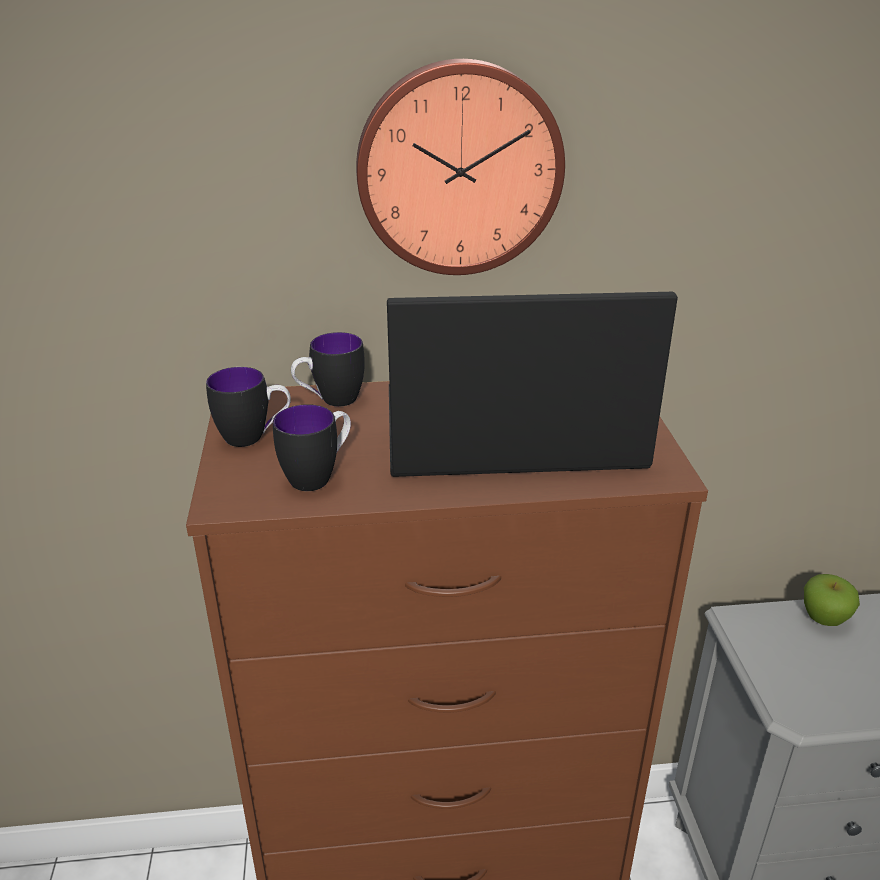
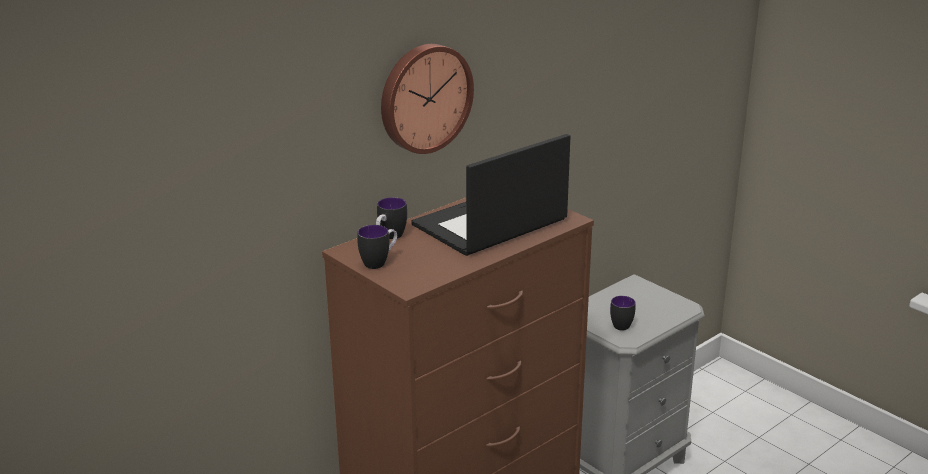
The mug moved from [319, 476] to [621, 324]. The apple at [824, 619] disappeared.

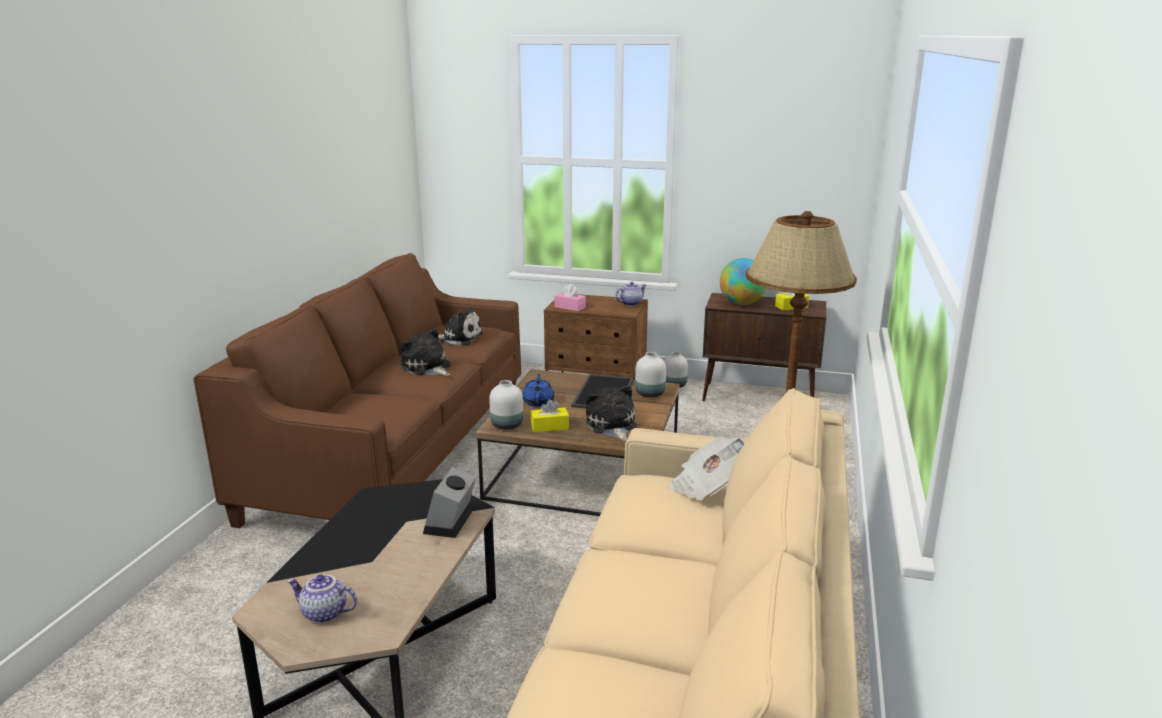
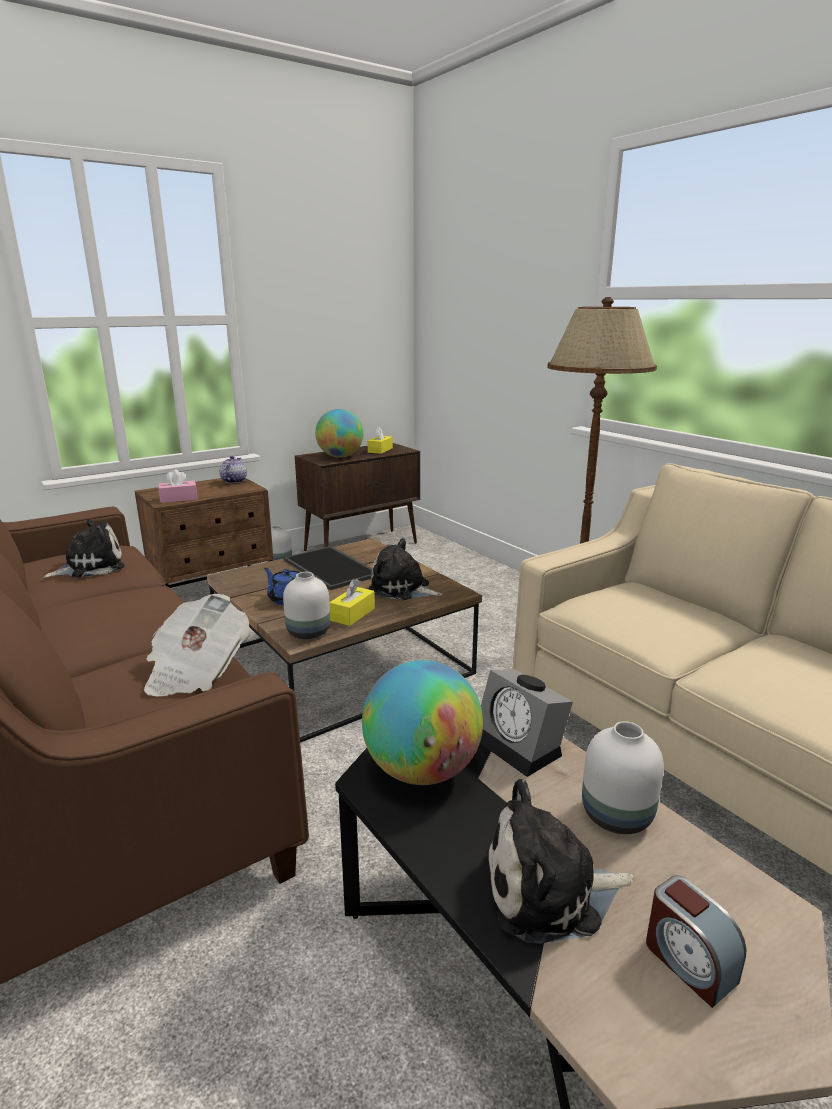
The newspaper moved from [708, 486] to [196, 671]. The globe at [422, 770] appeared. The plush toy moved from [427, 367] to [549, 890]. The vase (white) moved from [649, 394] to [615, 816]. The teapot at [323, 614] was replaced by the alarm clock at [688, 962].

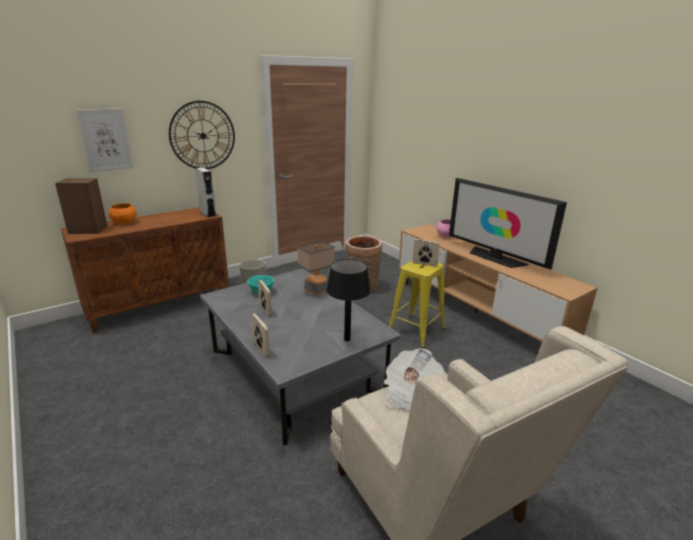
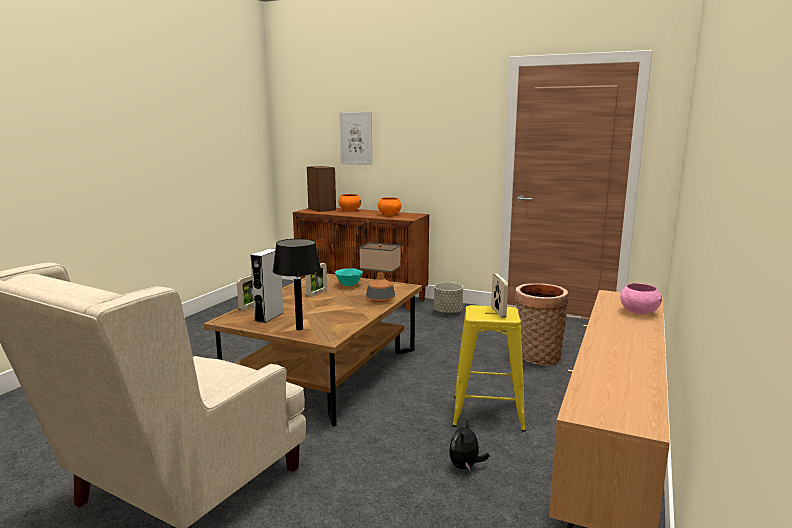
The coffee table (grey) at [295, 371] became the coffee table (brown) at [326, 372]. The speaker (grey) moved from [207, 214] to [269, 317]. The bowl (orange) at [389, 215] appeared. The plush toy at [465, 467] appeared. The wall clock at [203, 136] disappeared. The newspaper at [409, 393] disappeared. The television at [495, 258] disappeared.

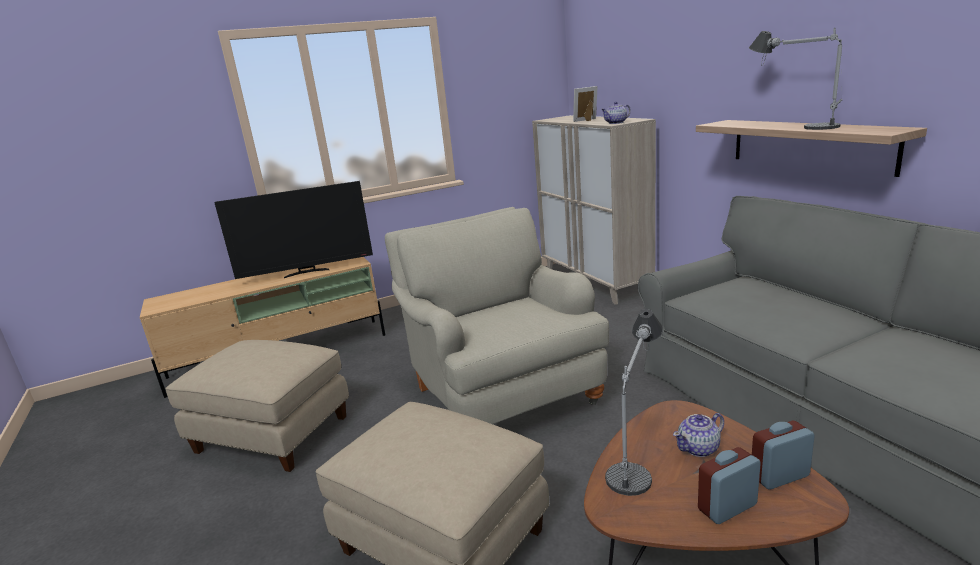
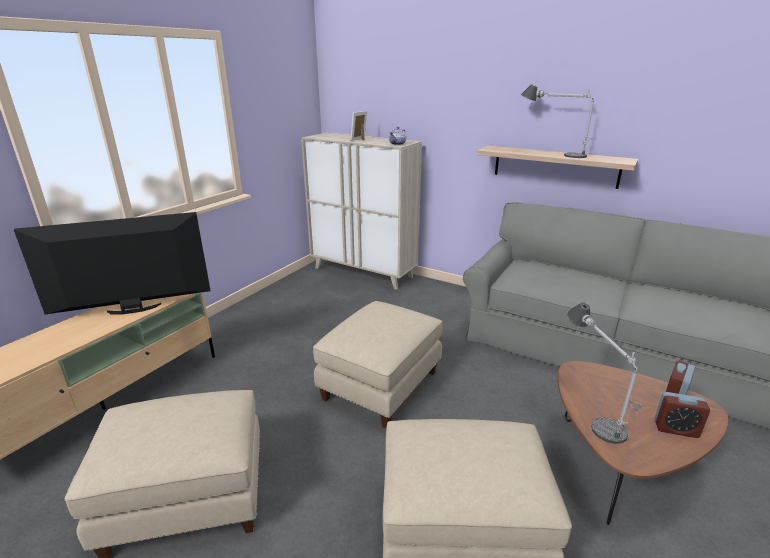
The television at [307, 272] turned 150 degrees counterclockwise. The armchair (beige) at [501, 392] was replaced by the ottoman (beige) at [380, 384]. The alarm clock at [727, 507] turned 105 degrees counterclockwise. The teapot at [699, 448] disappeared.

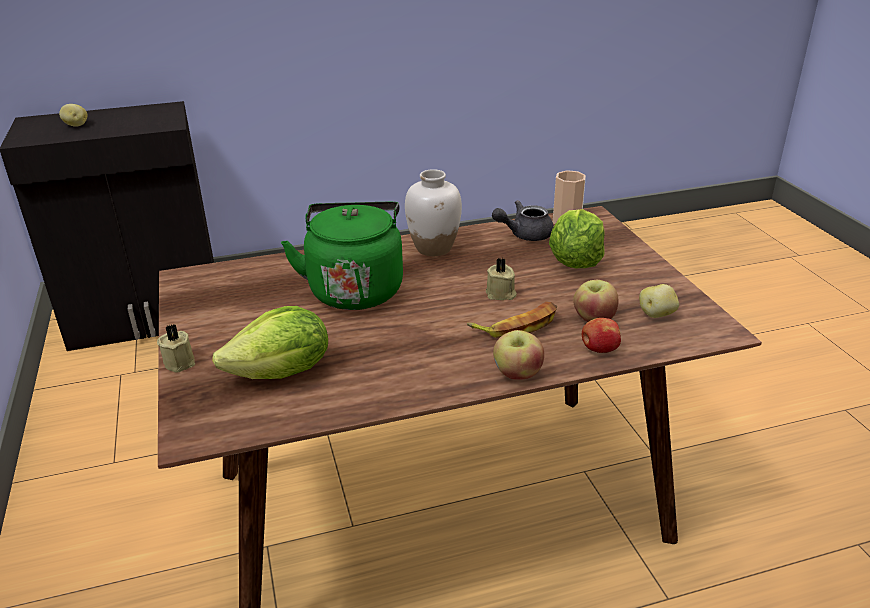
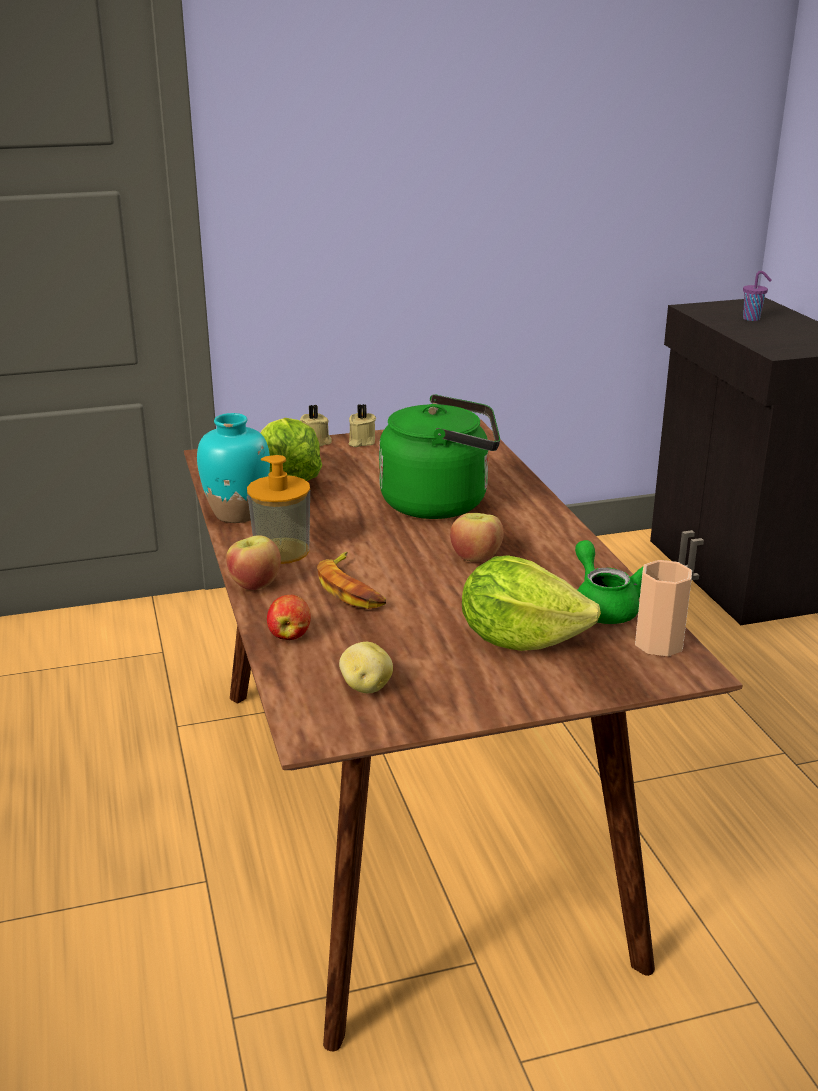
The vase (turquoise) at [238, 514] appeared. The soap dispenser at [282, 551] appeared. The candle (beige) moved from [501, 294] to [361, 442]. The apple moved from [593, 319] to [476, 557]. The teapot (grey) at [524, 234] became the teapot (green) at [602, 606]. The potato at [76, 125] was replaced by the cup (purple) at [752, 319]. The vase (white) at [434, 248] disappeared.

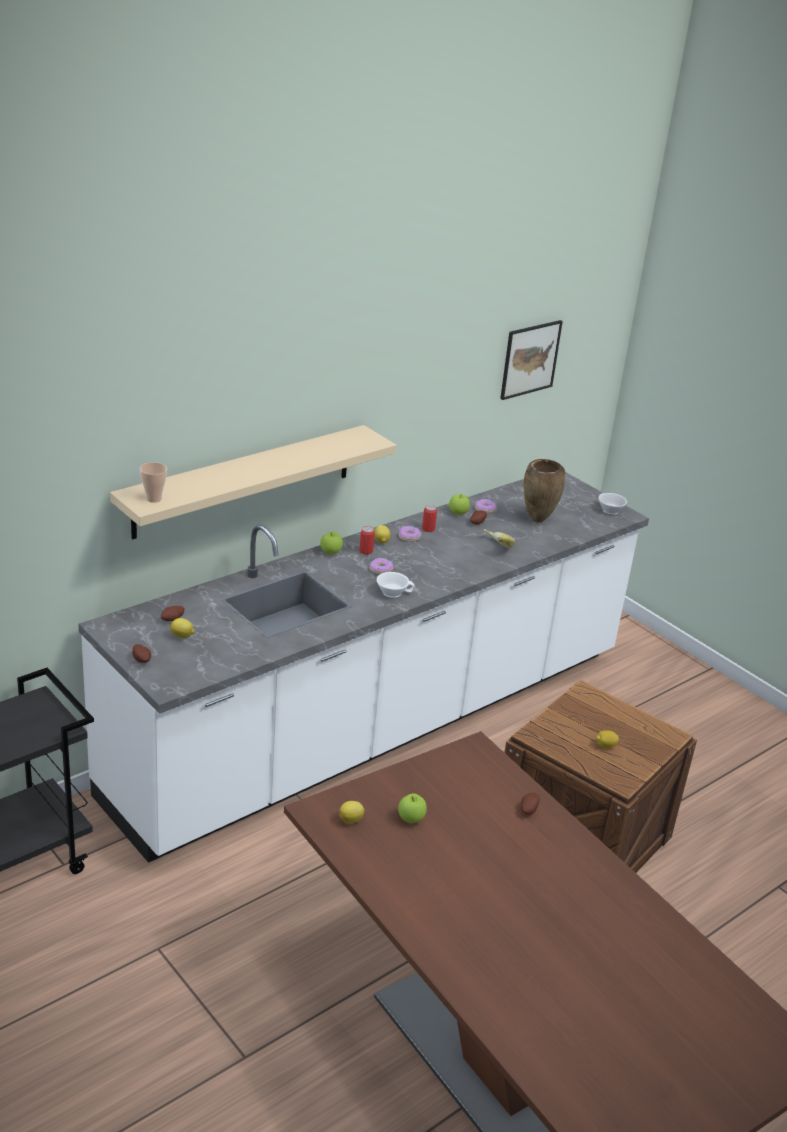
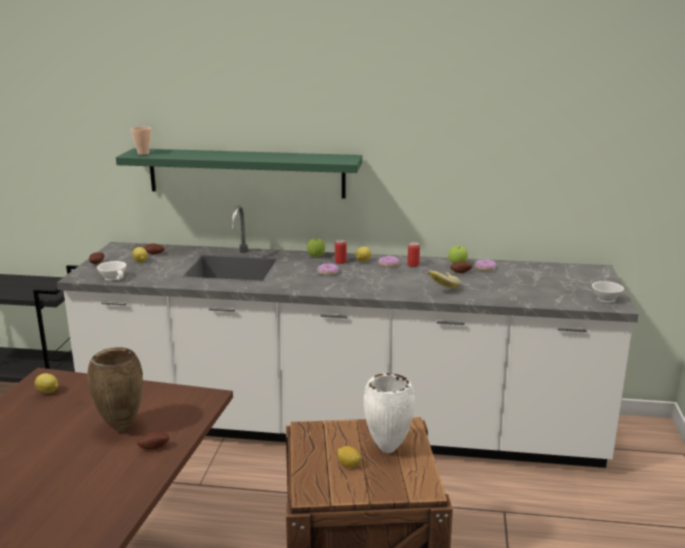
The vase (brown) moved from [537, 520] to [120, 428]. The cup (white) moved from [393, 591] to [114, 277]. The shelf (beige) at [244, 481] became the shelf (green) at [246, 173]. The vase (white) at [387, 450] appeared. The apple at [411, 819] disappeared. The picture at [530, 359] disappeared.

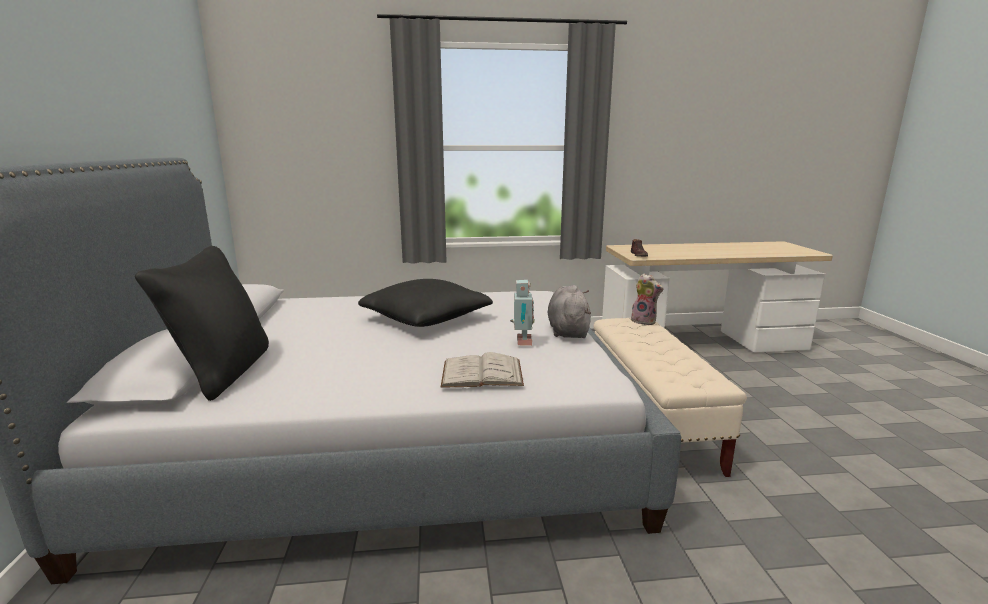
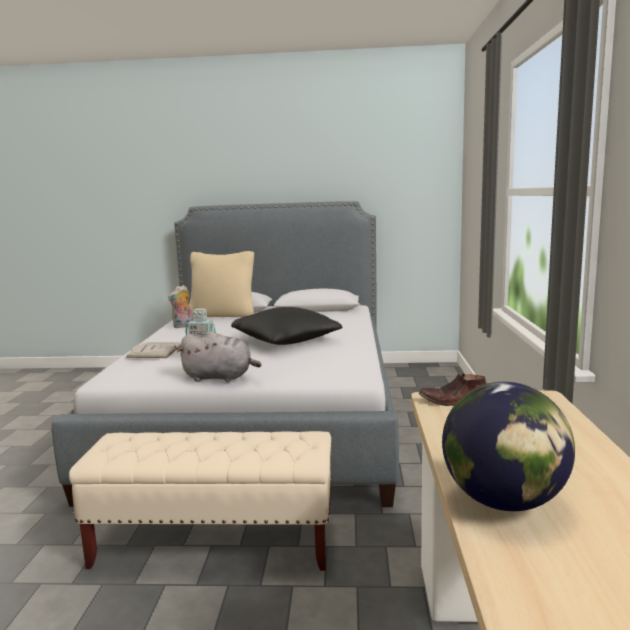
The plush toy moved from [644, 321] to [183, 326]. The pillow (black) at [223, 372] became the pillow (beige) at [223, 315]. The globe at [504, 502] appeared.

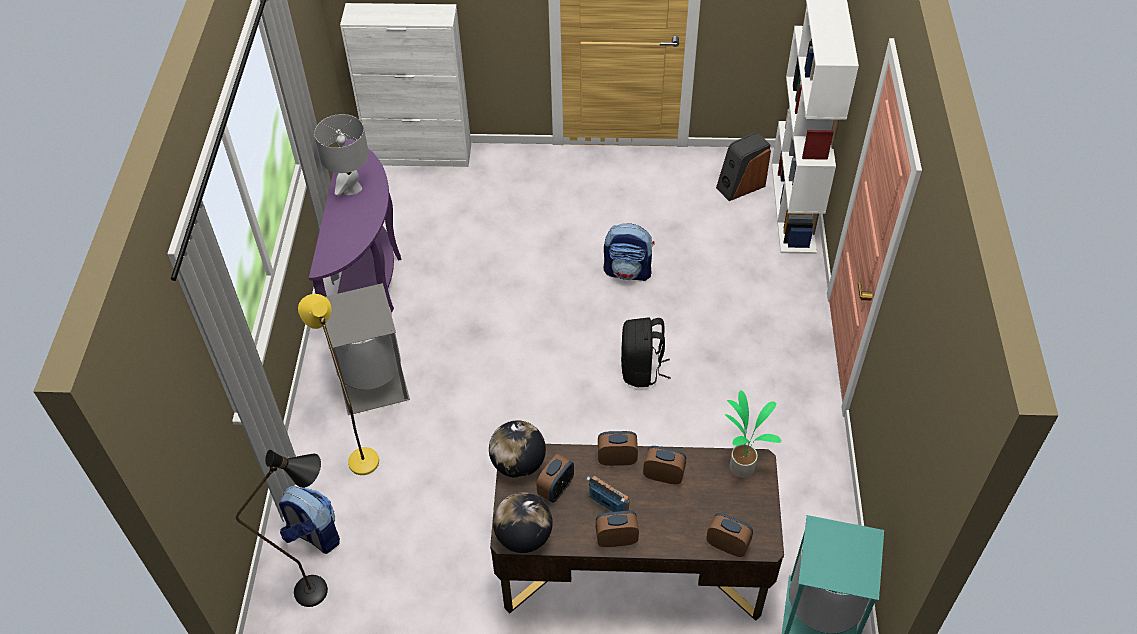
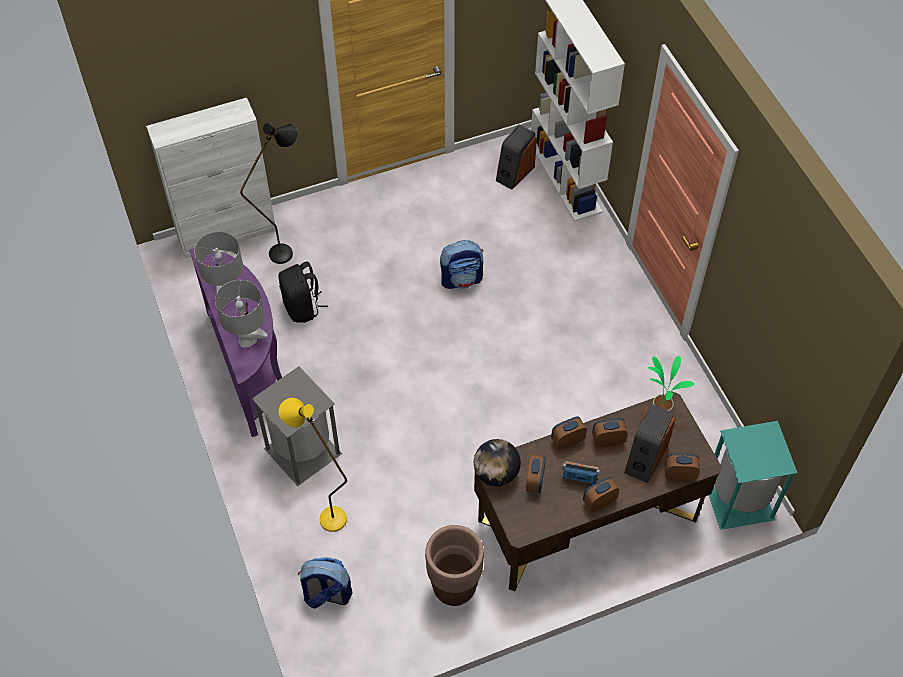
The table lamp (grey) at [247, 340] appeared. The floor lamp (black) moved from [324, 589] to [288, 250]. The backpack (black) moved from [641, 370] to [302, 307]. The planter (brown) at [454, 588] appeared. The speaker at [645, 458] appeared. The globe at [524, 536] disappeared.

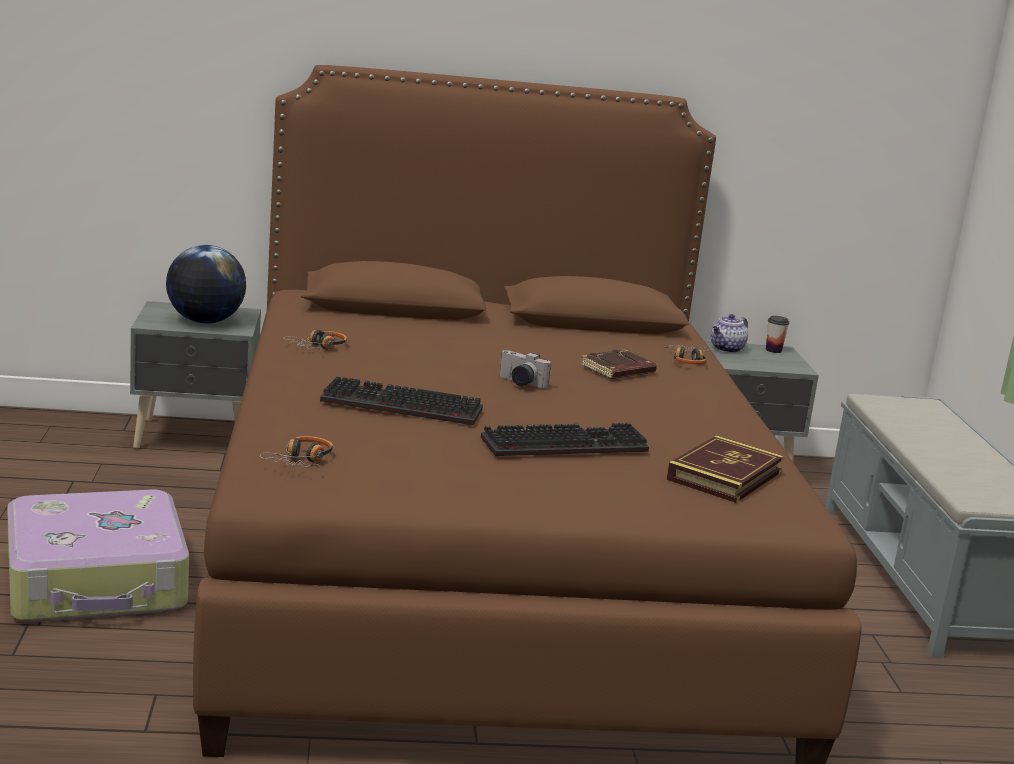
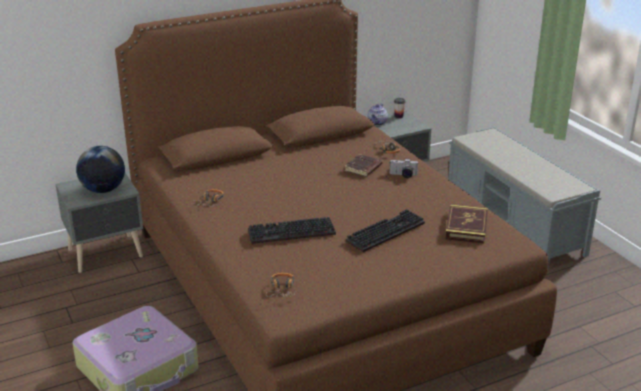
The photo camera moved from [519, 383] to [403, 175].

